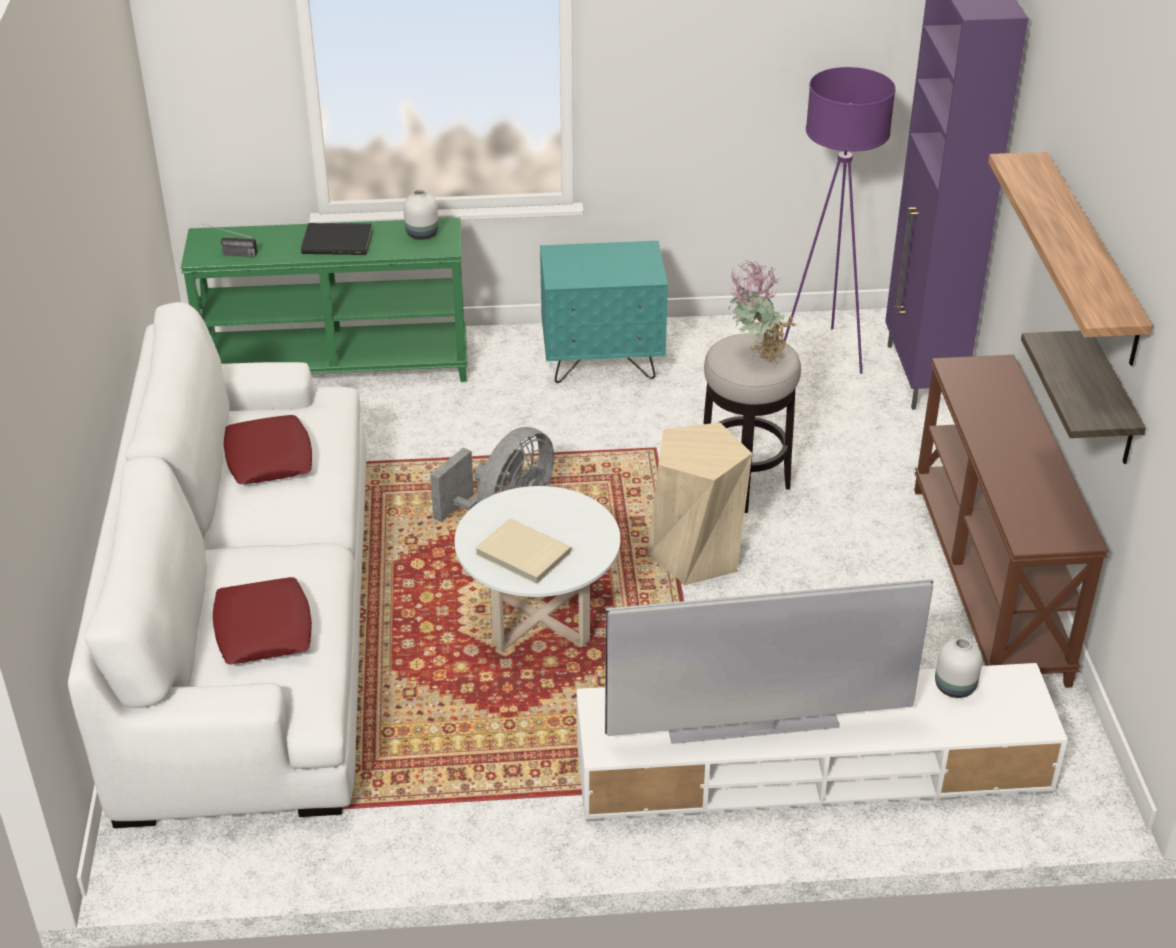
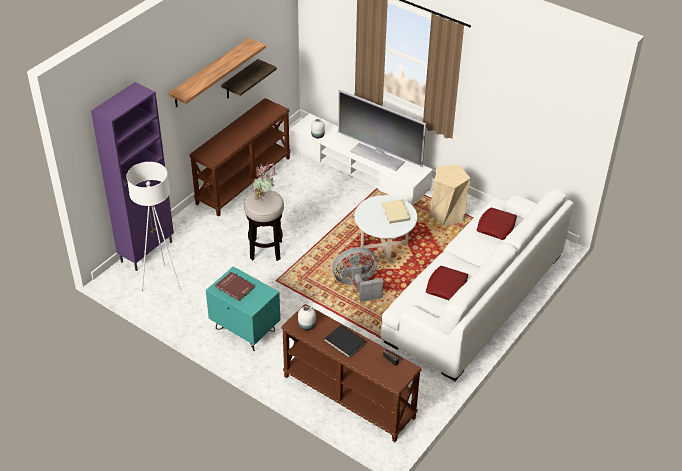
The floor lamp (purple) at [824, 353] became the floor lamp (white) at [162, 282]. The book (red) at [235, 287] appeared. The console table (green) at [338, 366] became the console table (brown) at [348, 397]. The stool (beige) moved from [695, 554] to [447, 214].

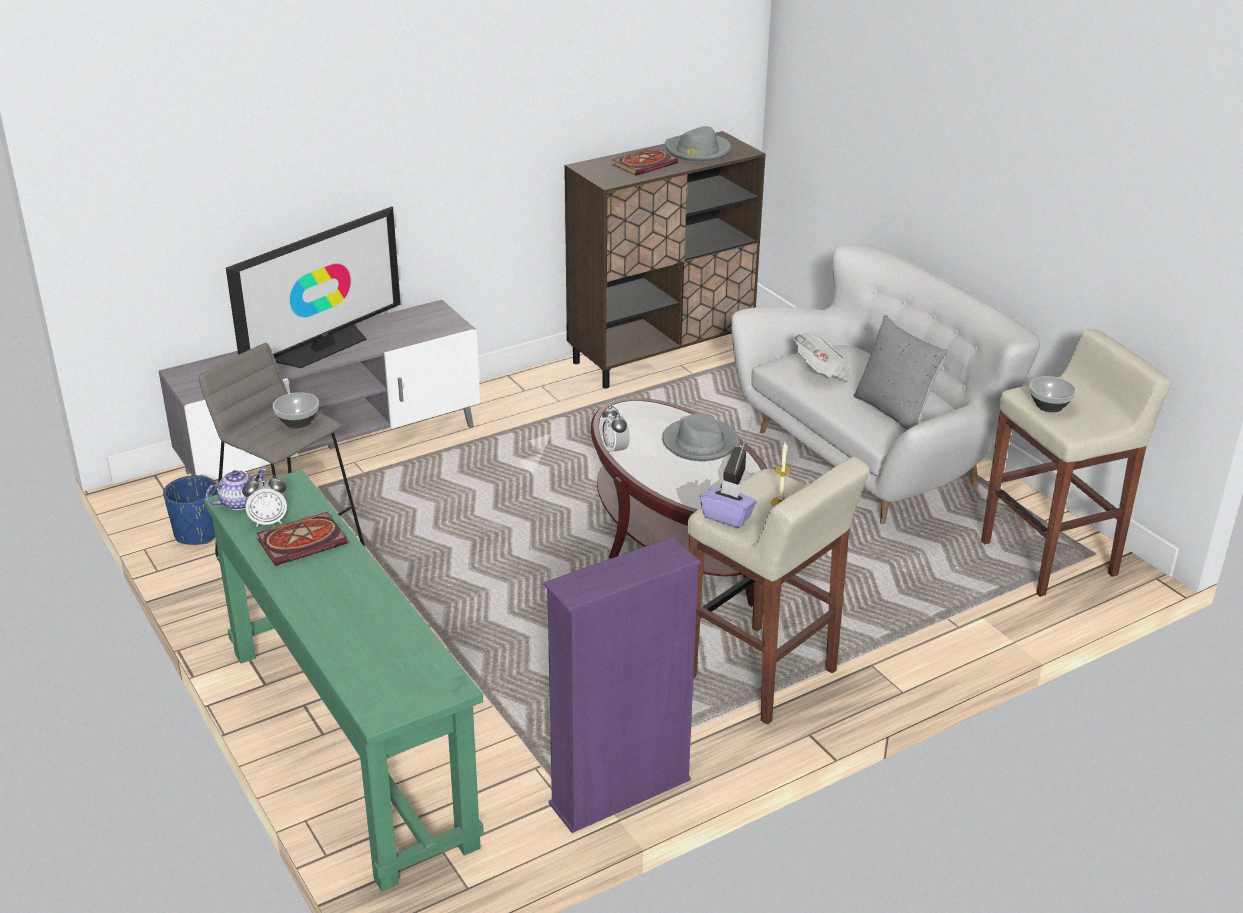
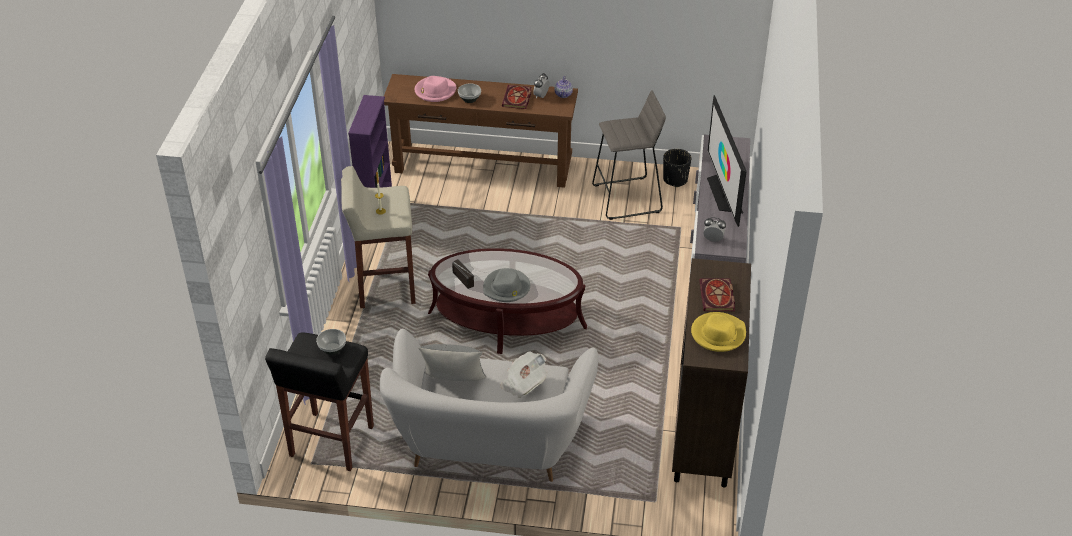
The stool (beige) at [1050, 558] became the stool (black) at [331, 442]. The console table (green) at [348, 743] became the console table (brown) at [482, 166]. The hat (pink) at [435, 91] appeared. The bowl moved from [297, 422] to [470, 99]. The planter (blue) at [197, 533] became the planter (black) at [675, 180]. The hat (grey) at [697, 151] became the hat (yellow) at [718, 334]. The alarm clock moved from [615, 450] to [713, 239]. The tissue box (purple) at [727, 517] disappeared.

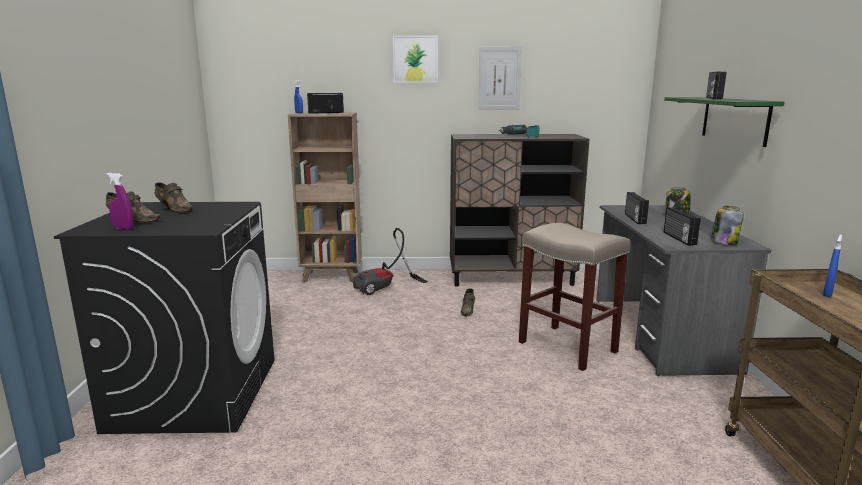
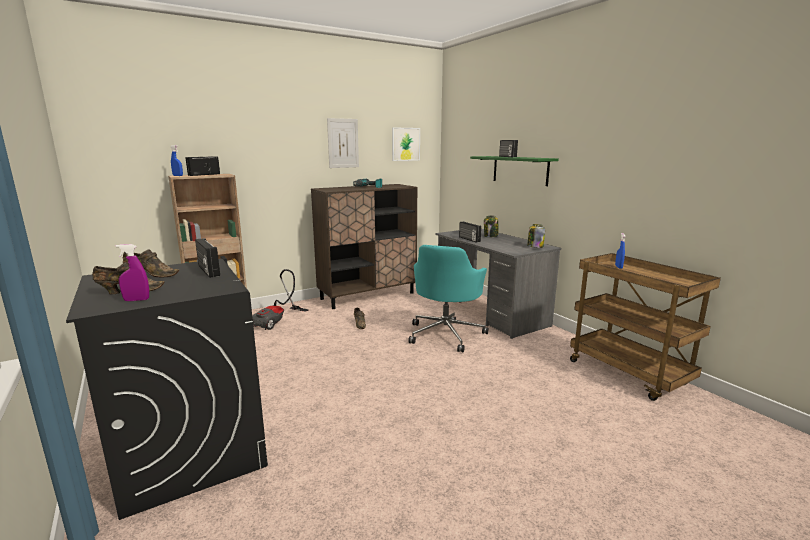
The radio moved from [678, 238] to [207, 271]. The picture moved from [415, 59] to [405, 144]. The stool (beige) at [566, 346] was replaced by the office chair (turquoise) at [446, 334].

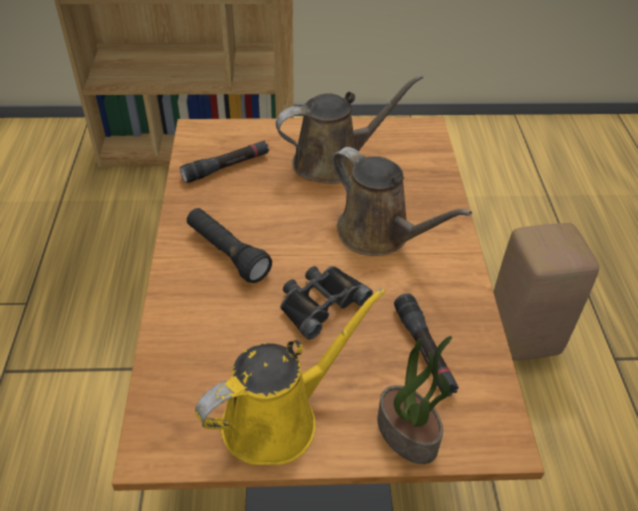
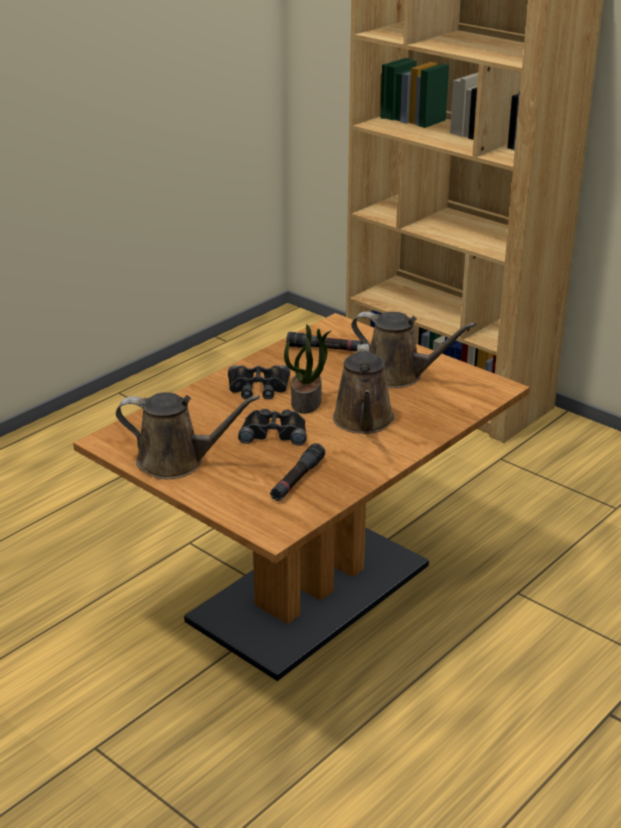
The watering can (yellow) at [278, 418] became the watering can (brown) at [177, 462]. The flashlight (black) at [227, 254] was replaced by the binoculars (black) at [258, 388]. The potted plant moved from [408, 434] to [307, 402]. The stool (beige) at [524, 337] disappeared.

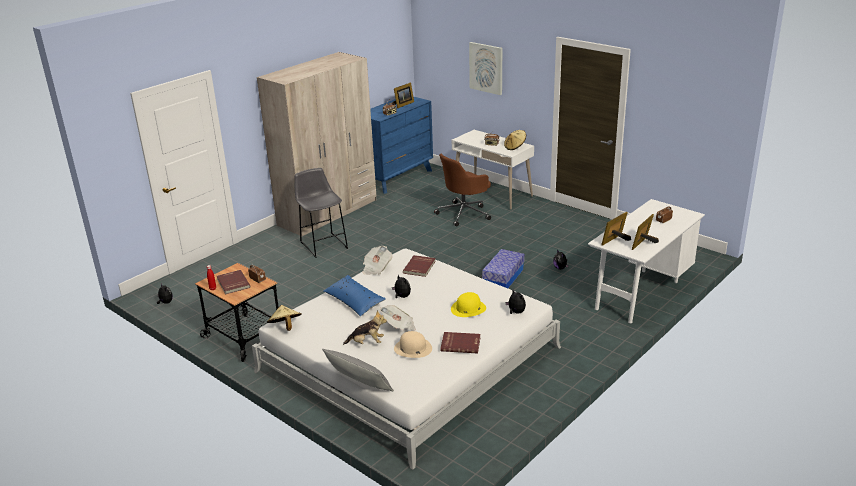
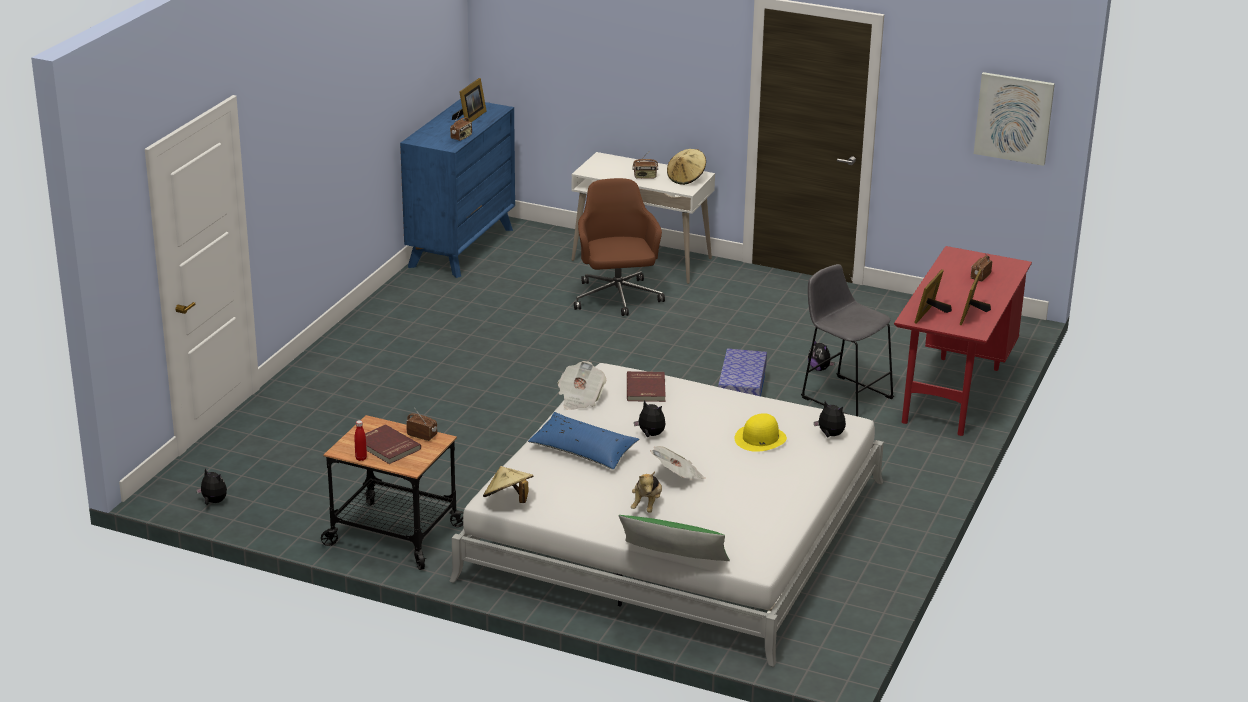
The office chair (brown) at [464, 213] turned 135 degrees clockwise. The pillow (grey) at [359, 383] became the pillow (green) at [673, 558]. The plush toy at [367, 343] turned 120 degrees clockwise. The stool (grey) moved from [323, 244] to [843, 396]. The desk (white) at [641, 292] became the desk (red) at [955, 390]. The picture moved from [486, 68] to [1014, 118]. The wardrobe (beige) at [328, 212] disappeared. The hat (beige) at [412, 348] disappeared. The book (red) at [460, 344] disappeared.

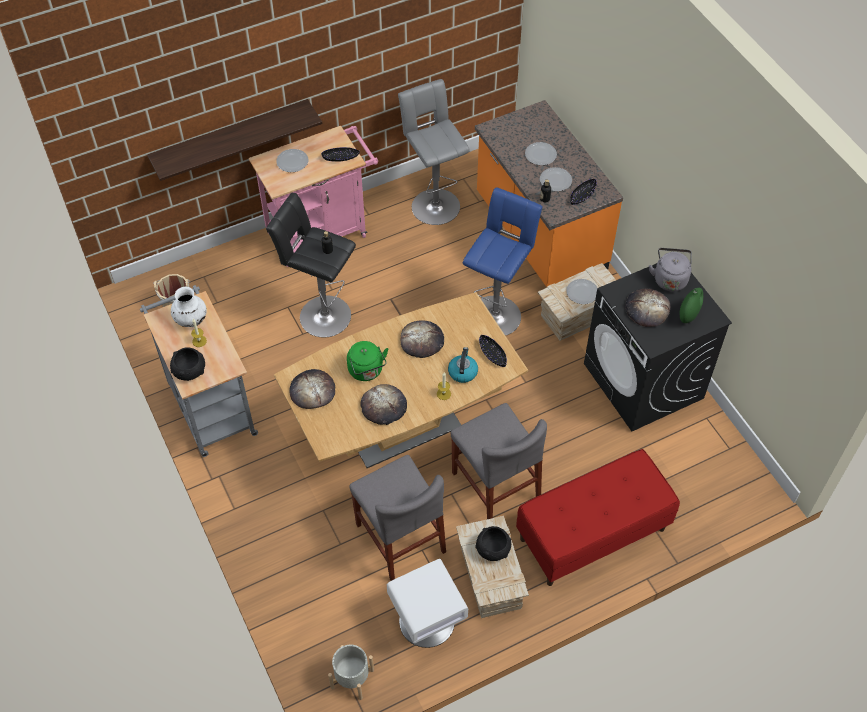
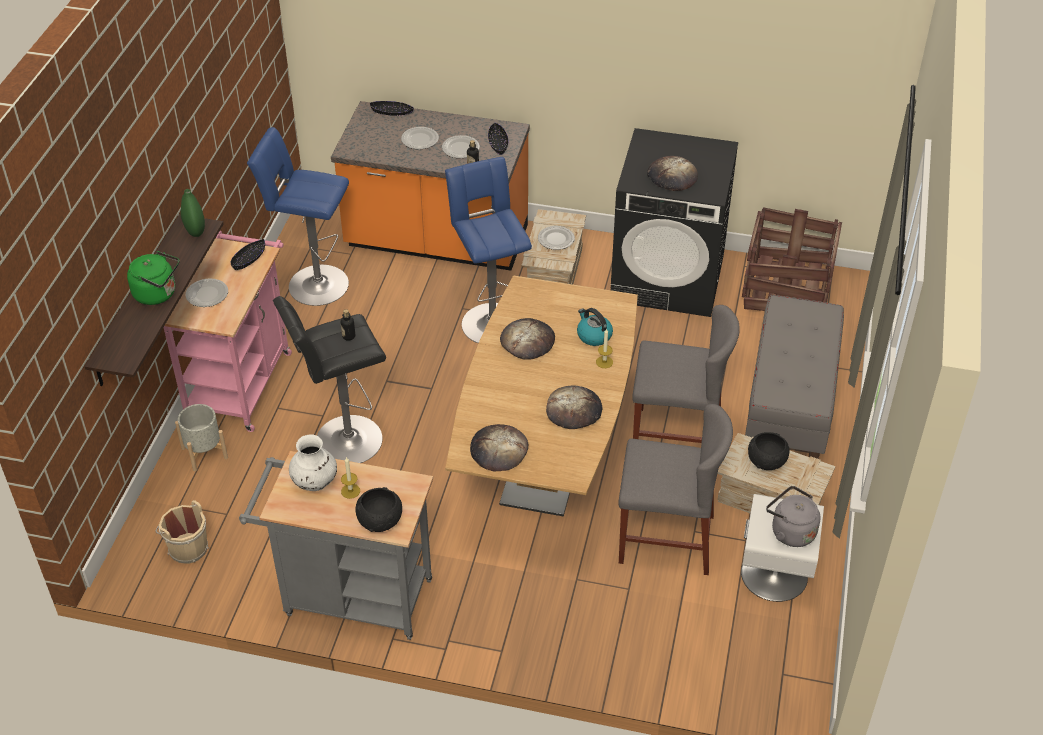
The kettle (green) moved from [367, 371] to [158, 294]. The planter (grey) moved from [352, 679] to [205, 453]. The vase (green) moved from [688, 315] to [195, 230]. The stool (grey) at [433, 204] became the stool (blue) at [314, 284]. The bowl (black) moved from [492, 354] to [392, 113]. The crate at [786, 288] appeared. The bench (red) at [592, 534] became the bench (grey) at [789, 406]. The kettle (grey) moved from [669, 278] to [790, 531].

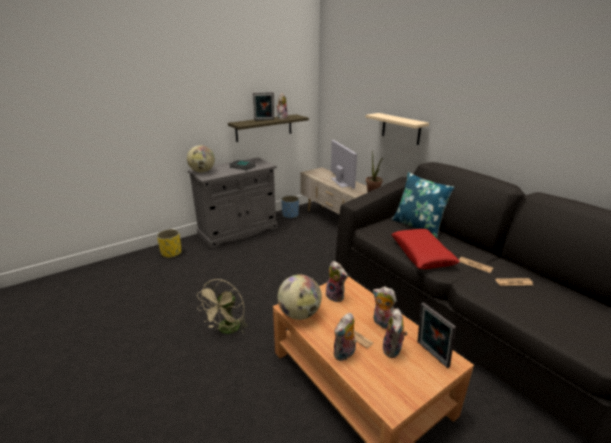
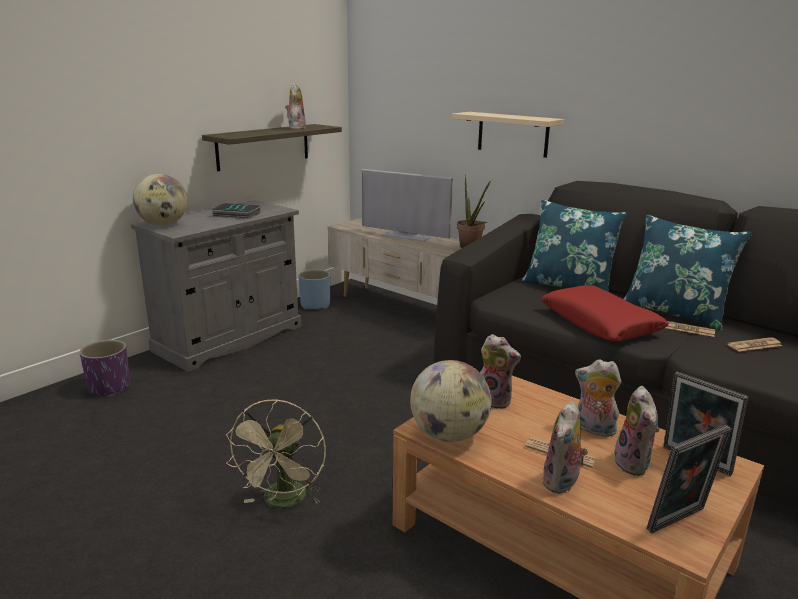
The planter (yellow) at [171, 253] became the planter (purple) at [109, 388]. The television at [340, 182] turned 150 degrees clockwise. The pillow (blue) at [674, 313] appeared. The picture frame moved from [264, 120] to [679, 522].

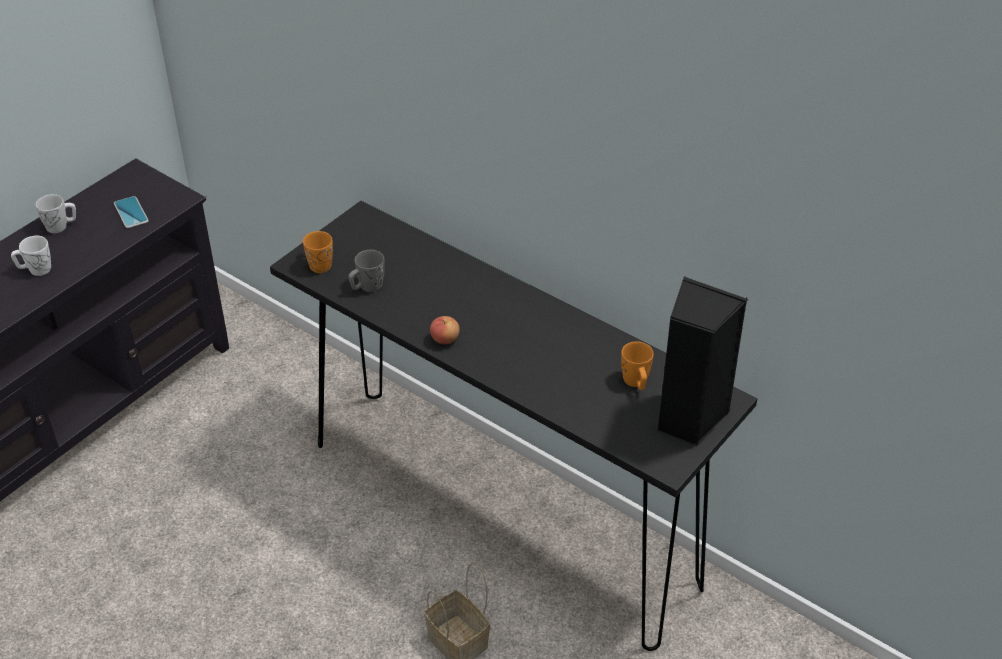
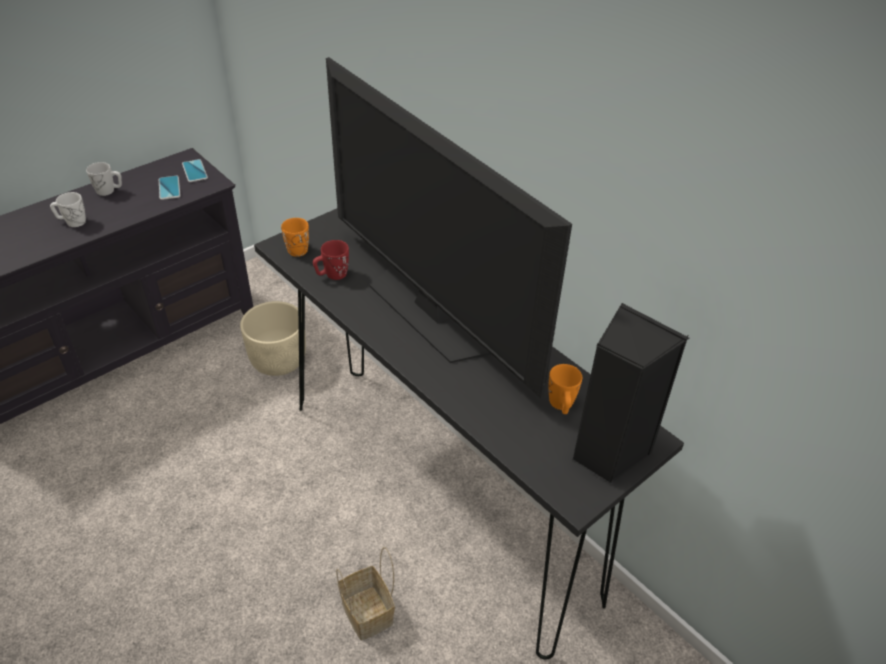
The phone at [195, 171] appeared. The planter (beige) at [278, 360] appeared. The mug (grey) at [367, 287] became the mug (red) at [332, 275]. The television at [432, 311] appeared. The apple at [445, 339] disappeared.

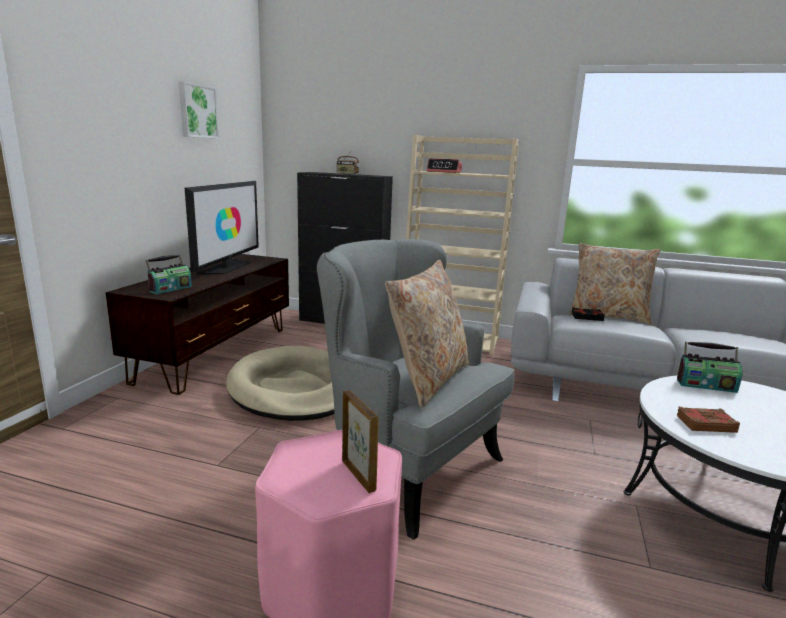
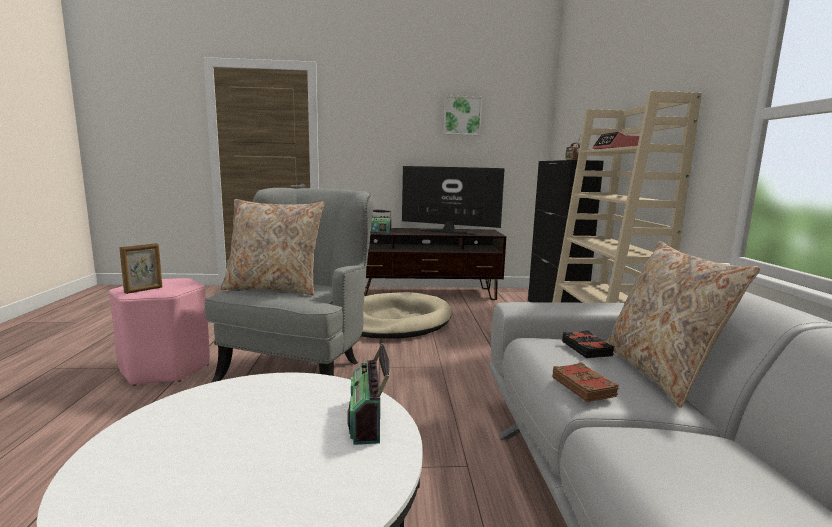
The television at [227, 267] turned 150 degrees counterclockwise. The book (brown) moved from [705, 424] to [584, 387].

